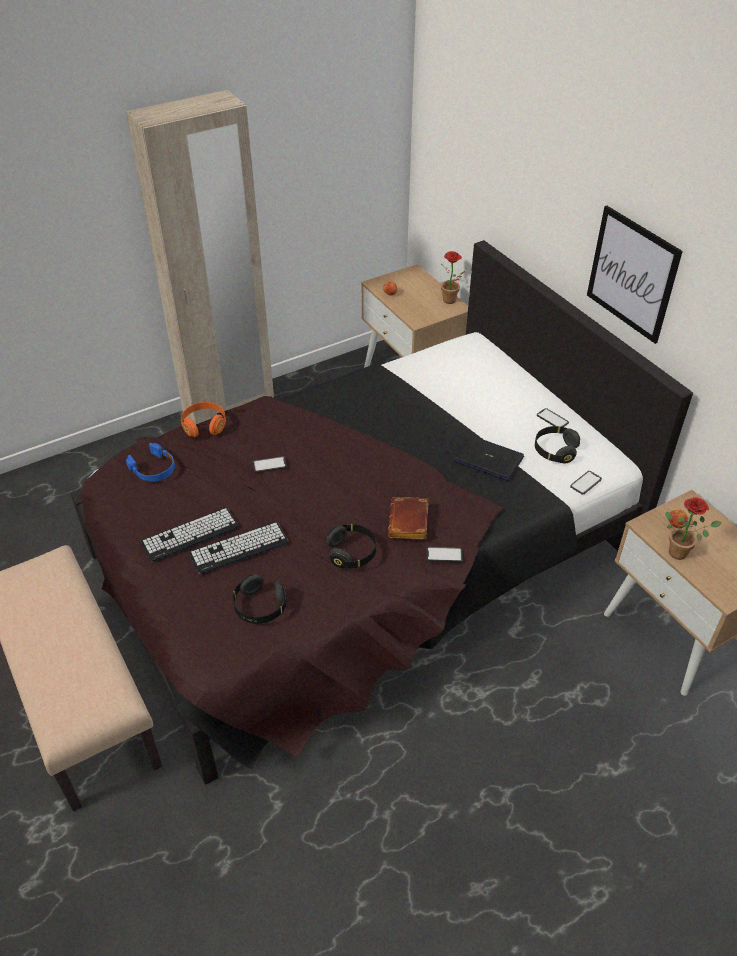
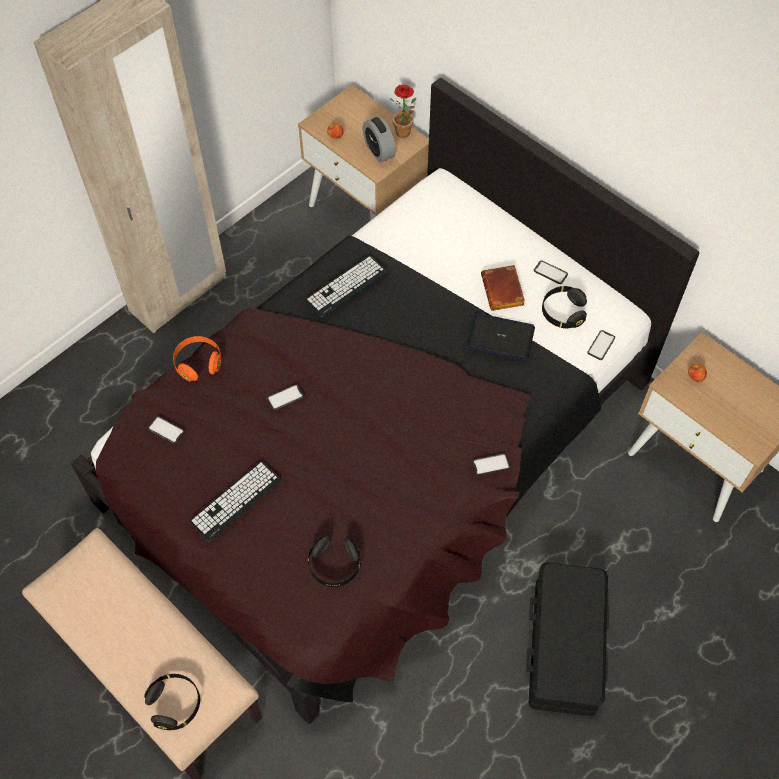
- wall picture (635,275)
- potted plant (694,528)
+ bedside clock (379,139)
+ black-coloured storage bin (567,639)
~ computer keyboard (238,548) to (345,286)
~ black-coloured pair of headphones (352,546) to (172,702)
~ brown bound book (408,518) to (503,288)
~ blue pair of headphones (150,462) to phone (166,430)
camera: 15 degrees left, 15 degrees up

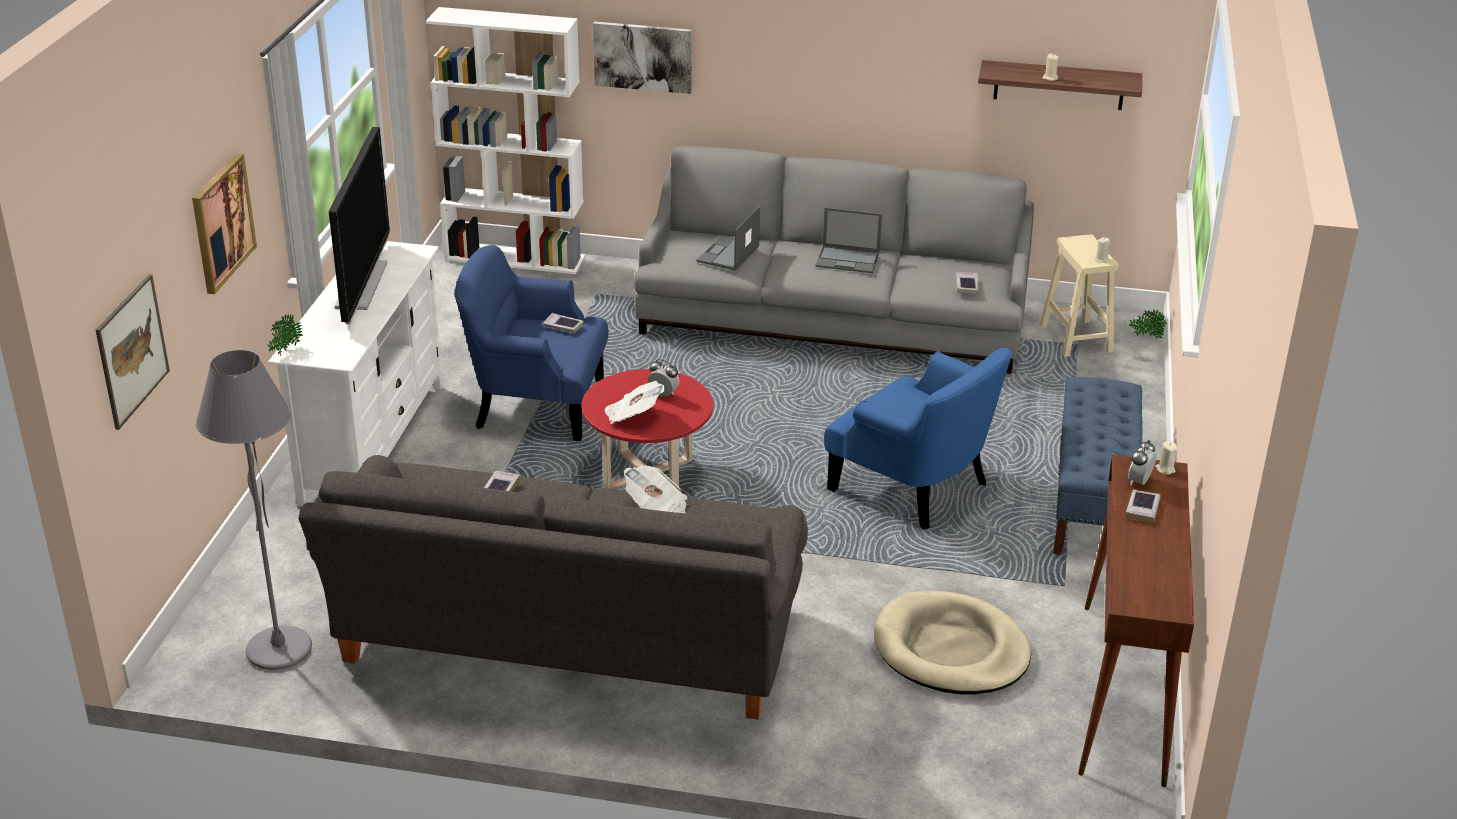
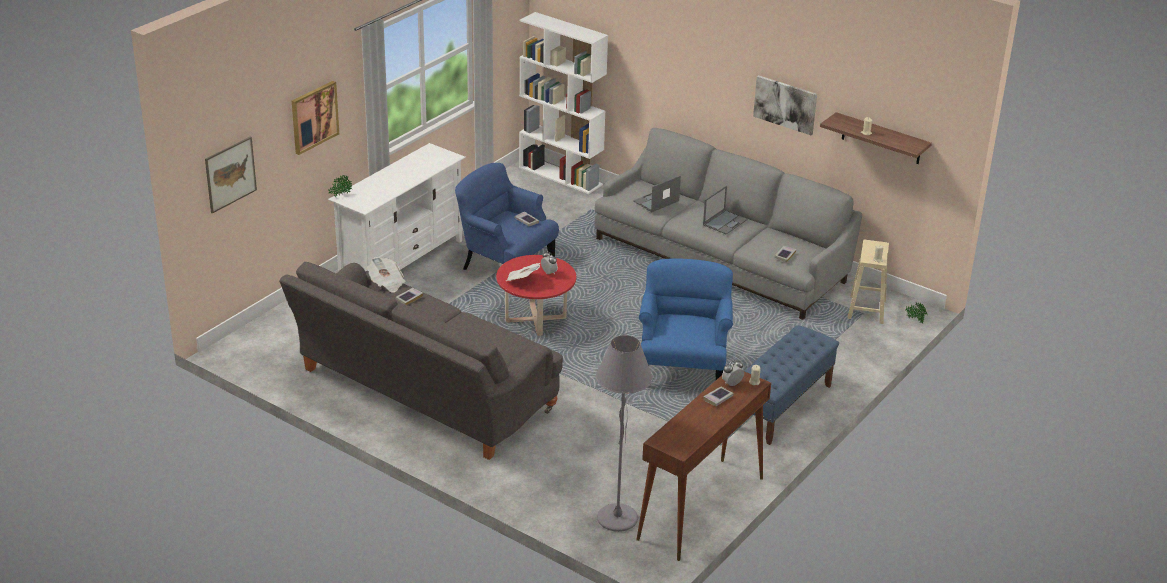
- TV (359,225)
- beige pet bed (952,643)
~ greyish floor lamp (254,510) to (624,433)
~ wall picture (642,57) to (785,105)
~ daily paper (656,489) to (386,275)
~ laptop (848,240) = (725,210) 90 degrees counterclockwise
~ blue armchair (918,439) = (686,319) 150 degrees counterclockwise
camera: 25 degrees right, 0 degrees up

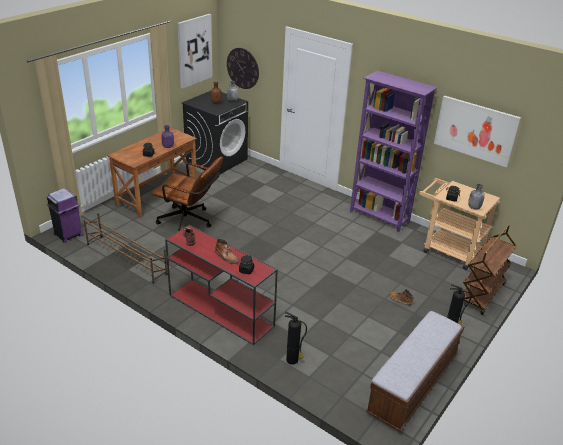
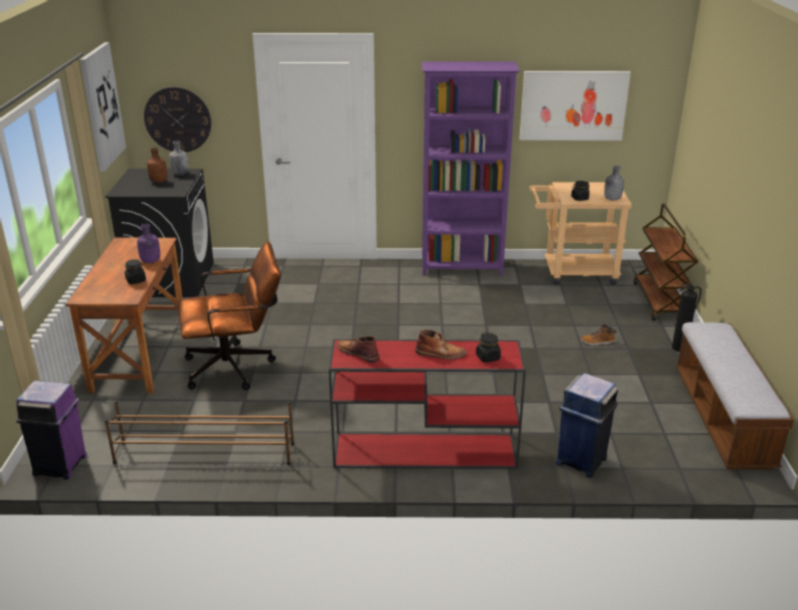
~ extinguisher (296,338) to blue rubbish bin (587,425)
camera: 35 degrees left, 5 degrees down

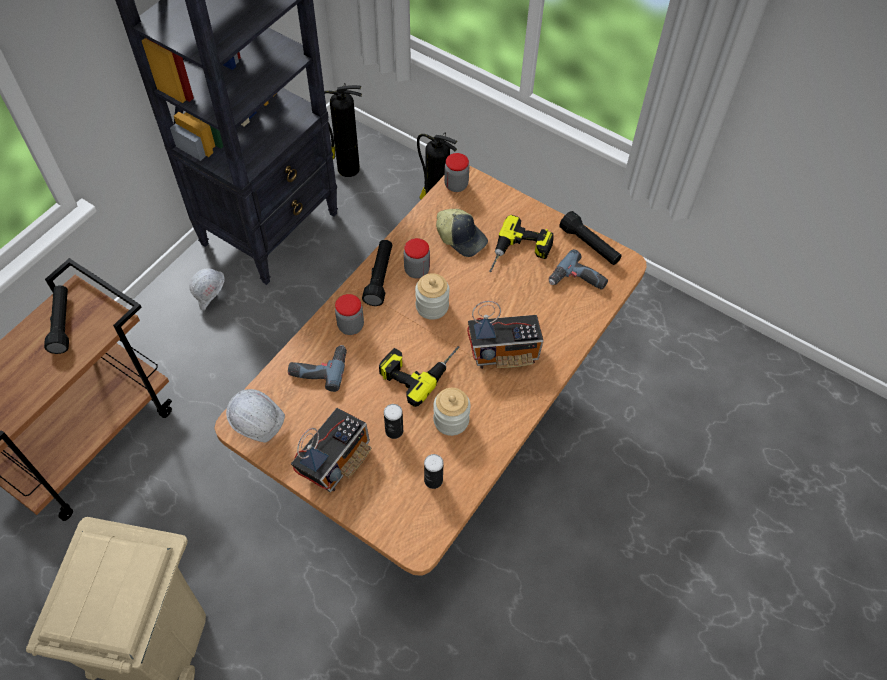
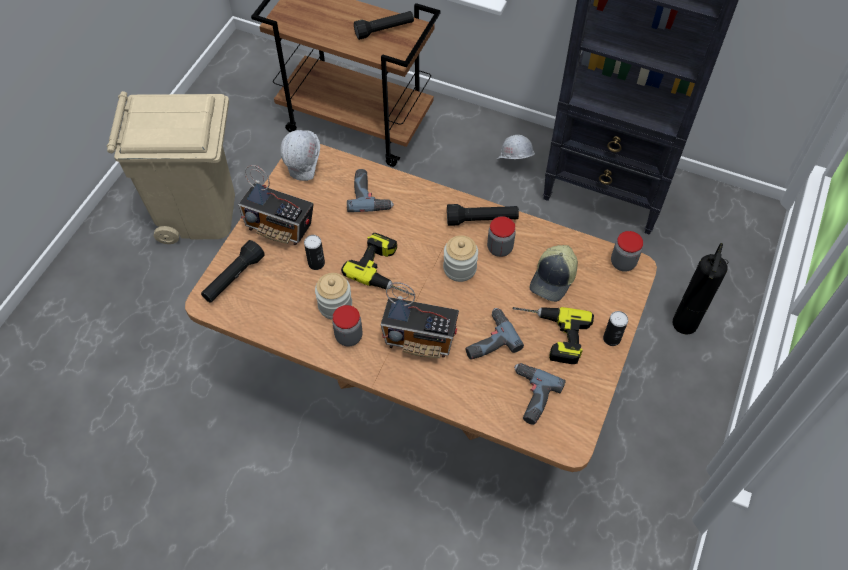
- extinguisher (343,130)
+ drill (495,334)
~ storage jar (349,314) to (347,326)
~ sealed can (433,471) to (615,328)
~ black-coloured hand torch (590,238) to (233,271)
~ radio receiver (505,335) = (420,320) 60 degrees counterclockwise
camera: 80 degrees right, 0 degrees up

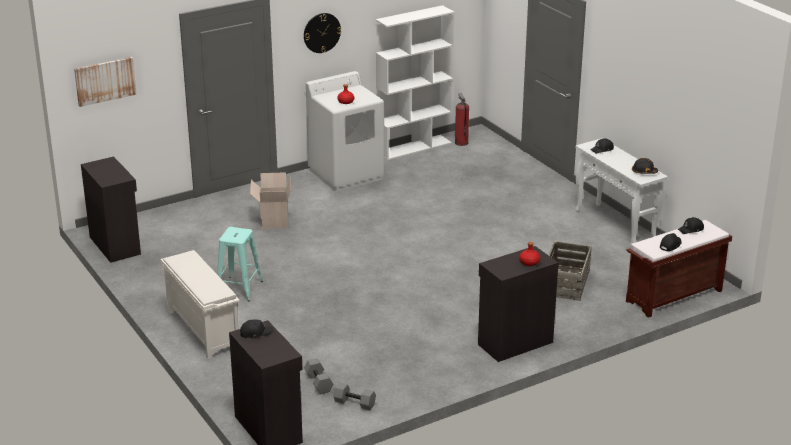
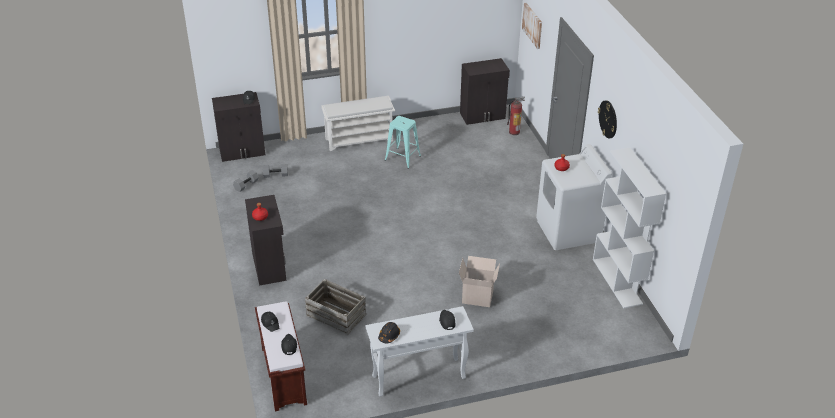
~ carton (270,200) to (479,281)
~ extinguisher (462,119) to (516,116)
camera: 105 degrees right, 10 degrees up

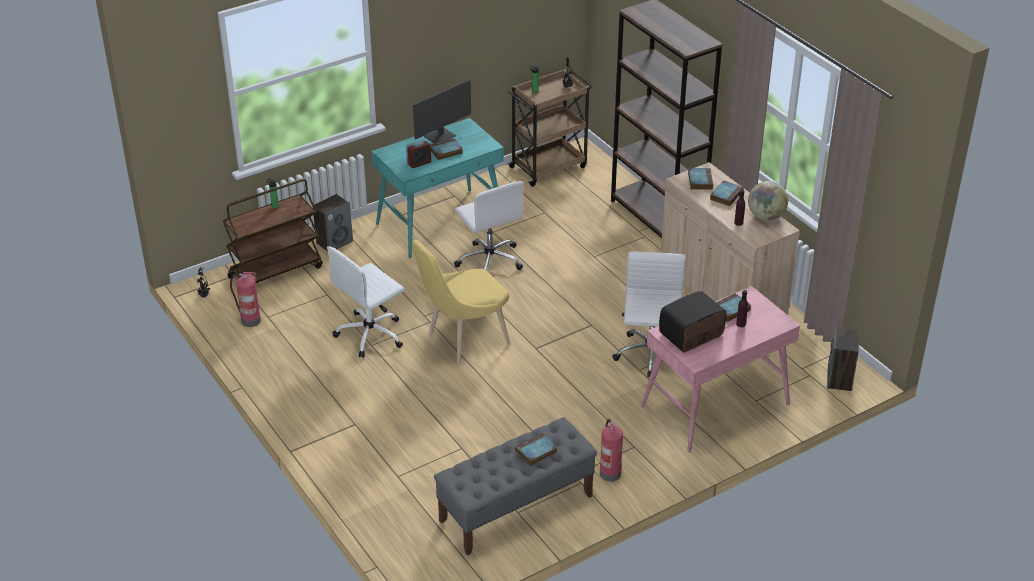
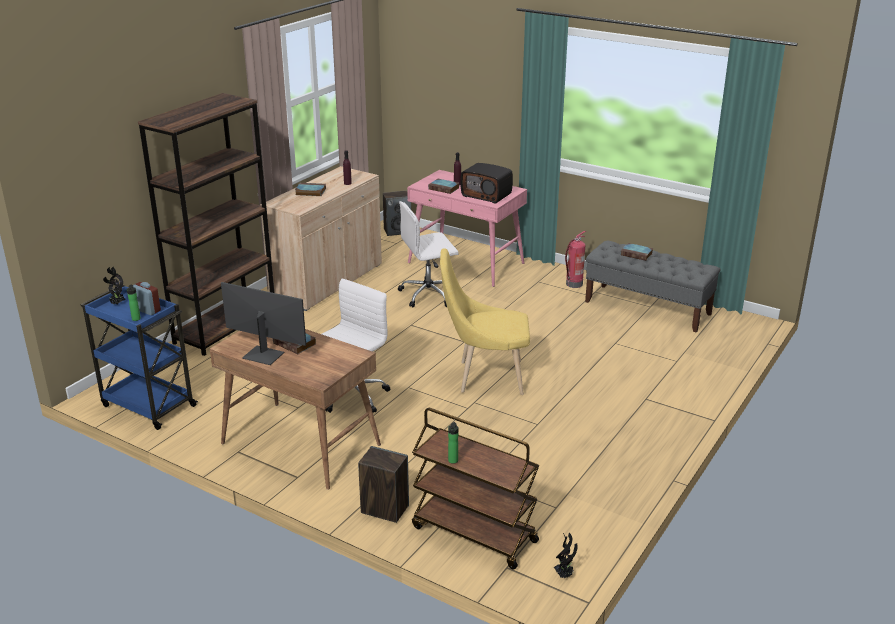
- extinguisher (245,299)
- white-coloured desk chair (366,302)
- bound book (700,178)
- globe (768,201)
~ bedside clock (418,153) to (147,298)
~ turquoise-coloured desk unit (437,188) to brown desk unit (295,409)
~ brown cart (550,128) to blue cart (139,357)
~ yellow plain chair (461,302) = (485,321) 150 degrees clockwise
camera: 115 degrees left, 10 degrees down

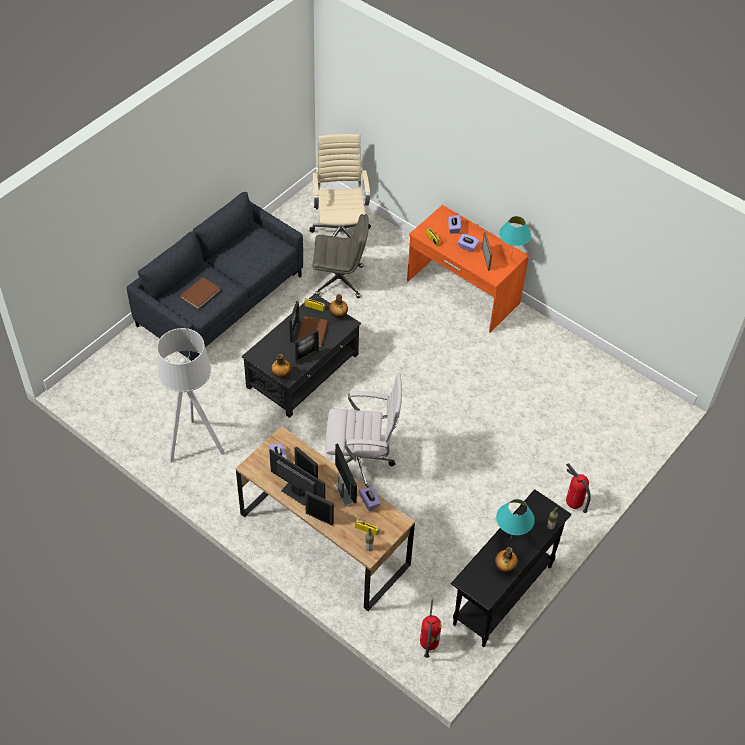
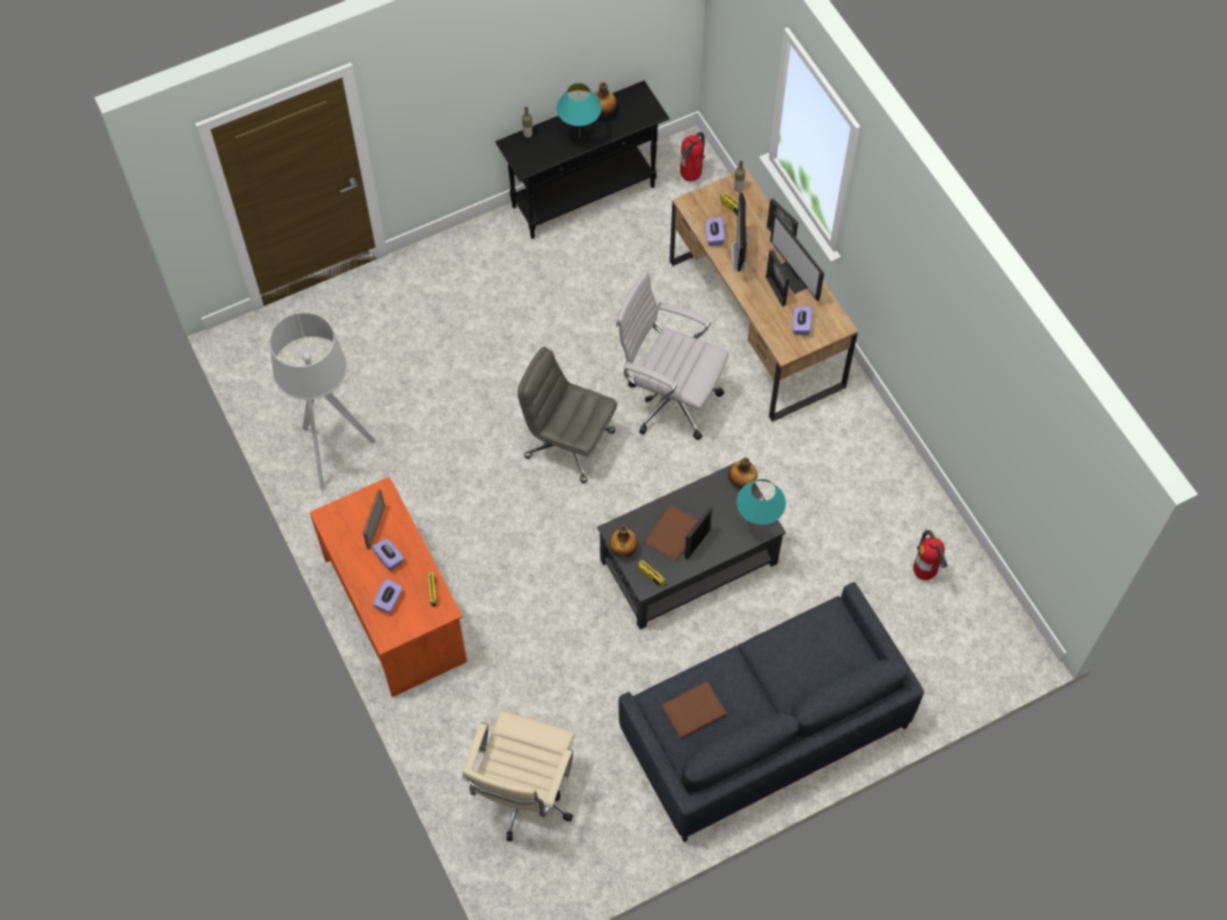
- standing frame (307,346)
~ greyish floor lamp (191,395) to (322,401)
~ brown bound book (200,293) to (694,710)
~ greyish desk chair (341,256) to (567,415)
~ turquoise-coloured tabletop lamp (515,236) to (761,502)
~ extinguisher (578,488) to (930,555)
camera: 155 degrees left, 10 degrees up

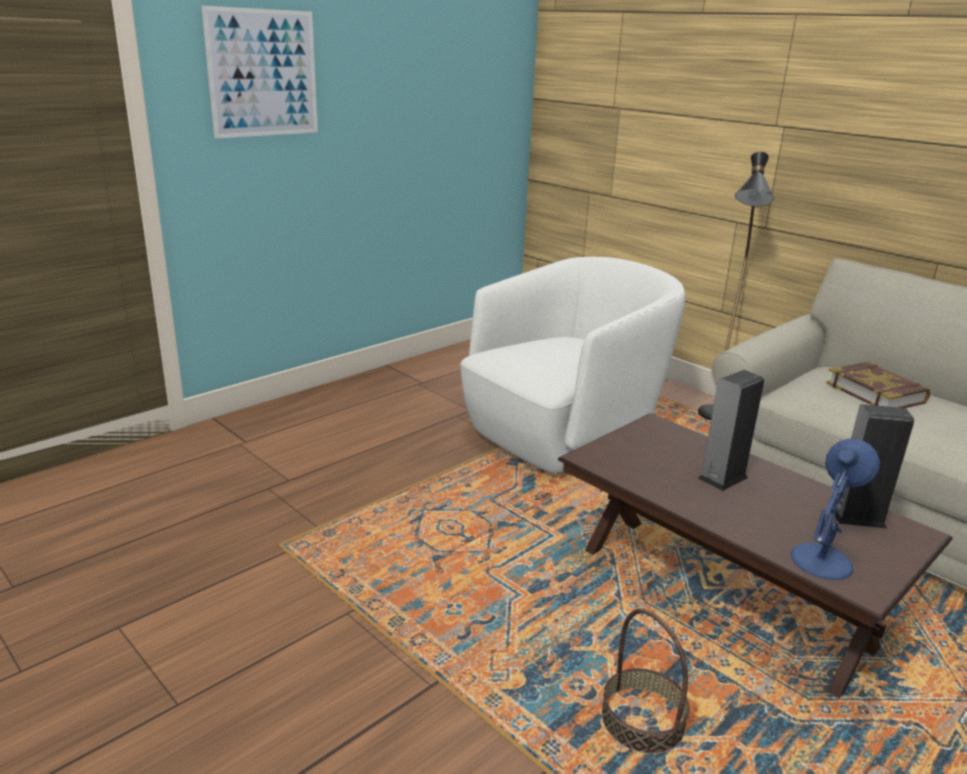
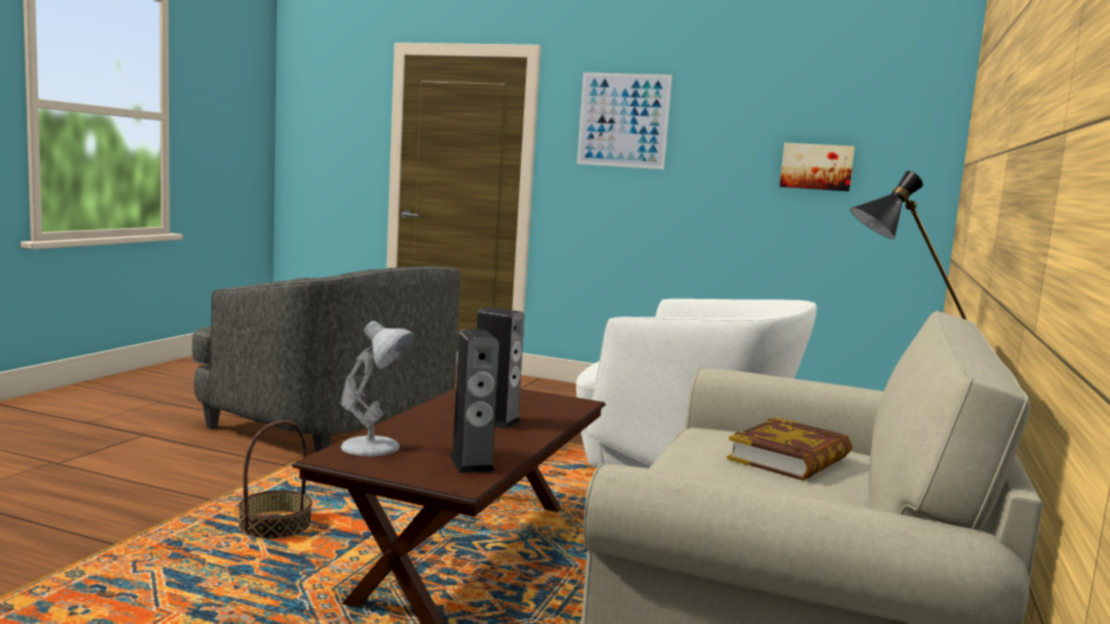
+ greyish armchair (326,359)
+ wall picture (817,167)
~ blue tabletop lamp (835,509) to white-coloured tabletop lamp (376,388)
camera: 65 degrees right, 15 degrees down

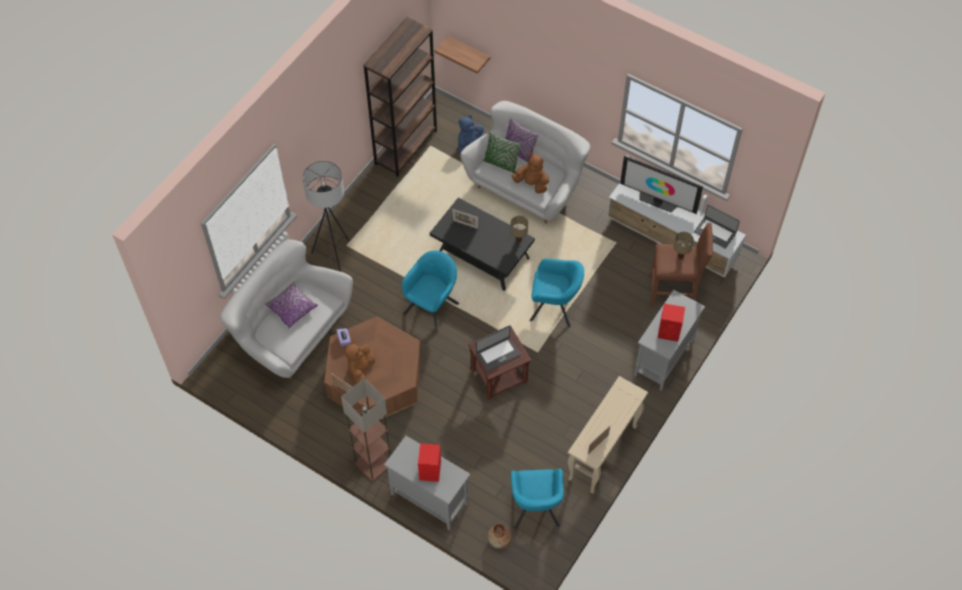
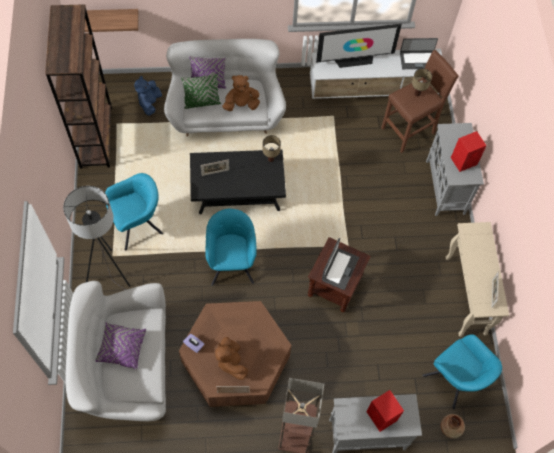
~ turquoise-coloured armchair (556,292) to (134,211)
camera: 40 degrees left, 5 degrees up

